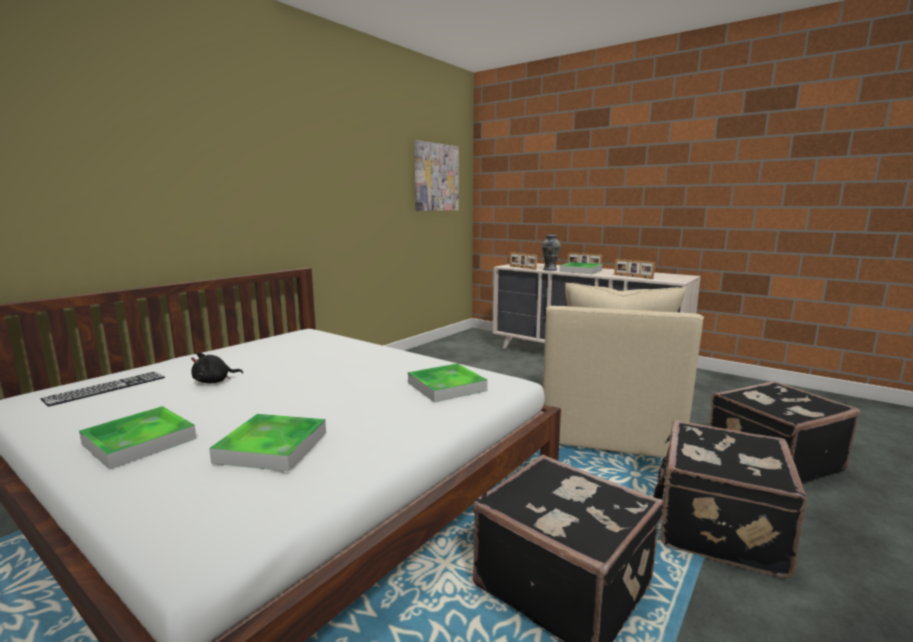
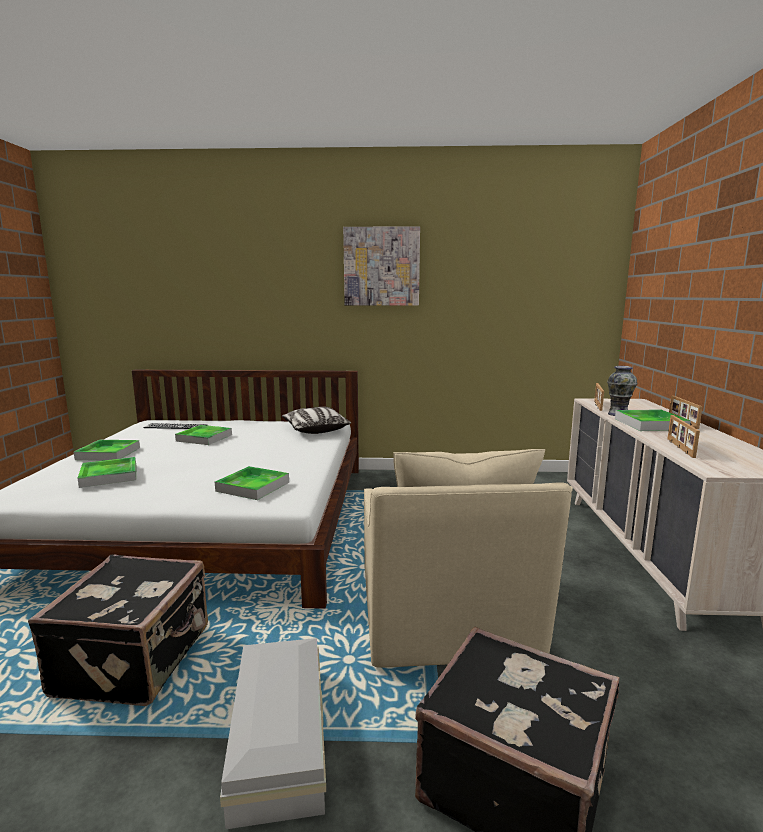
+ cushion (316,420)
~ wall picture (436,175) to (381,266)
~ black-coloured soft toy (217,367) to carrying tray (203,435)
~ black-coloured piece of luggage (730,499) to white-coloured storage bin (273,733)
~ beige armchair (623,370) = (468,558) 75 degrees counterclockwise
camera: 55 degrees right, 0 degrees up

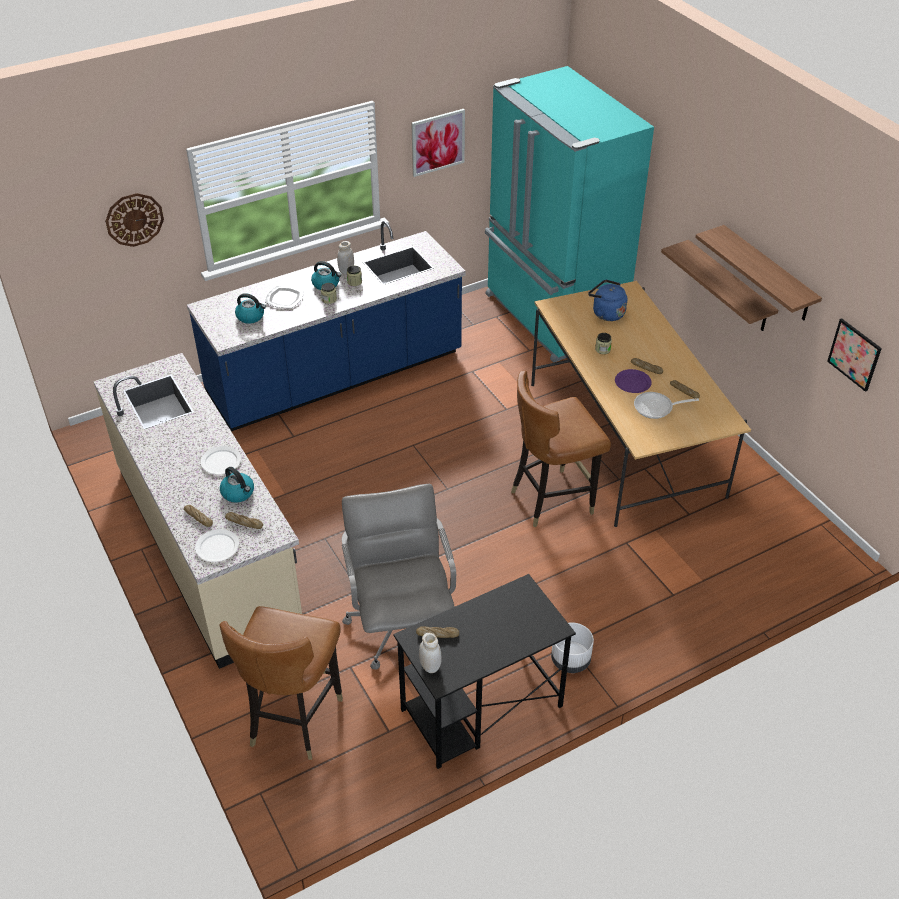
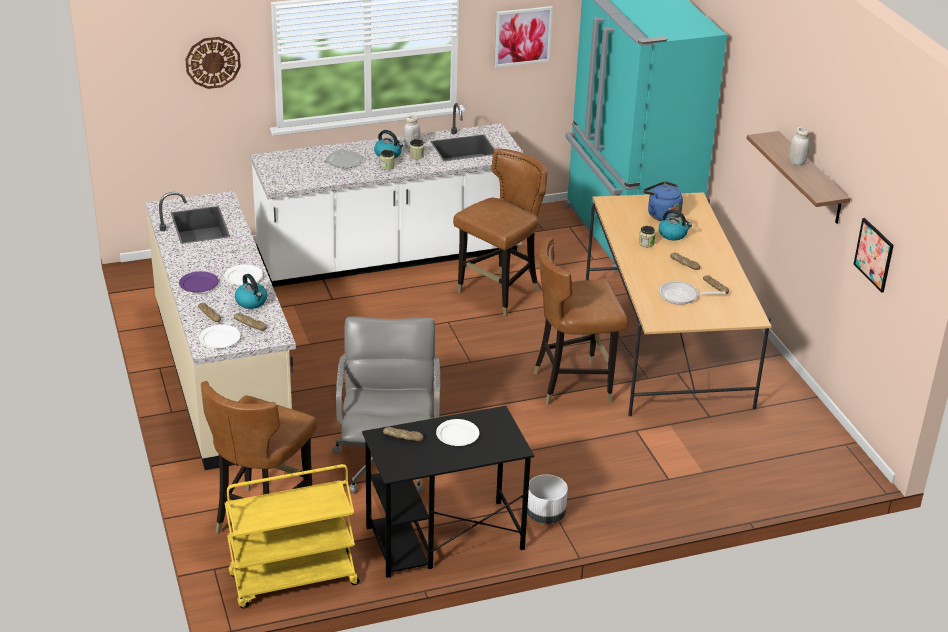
- wall shelf (719,285)
+ yellow cart (292,536)
+ white-coloured dinner plate (457,432)
+ brown plain chair (500,232)
~ tea kettle (250,308) to (675,224)
~ white-coloured storage jar (430,653) to (799,146)
~ purple dinner plate (633,381) to (198,281)
~ blue kitchen base unit (326,326) to white-coloured kitchen base unit (387,195)
camera: 10 degrees right, 10 degrees down

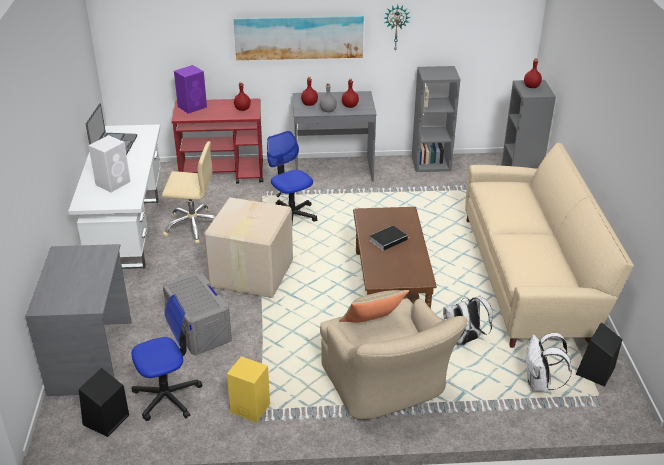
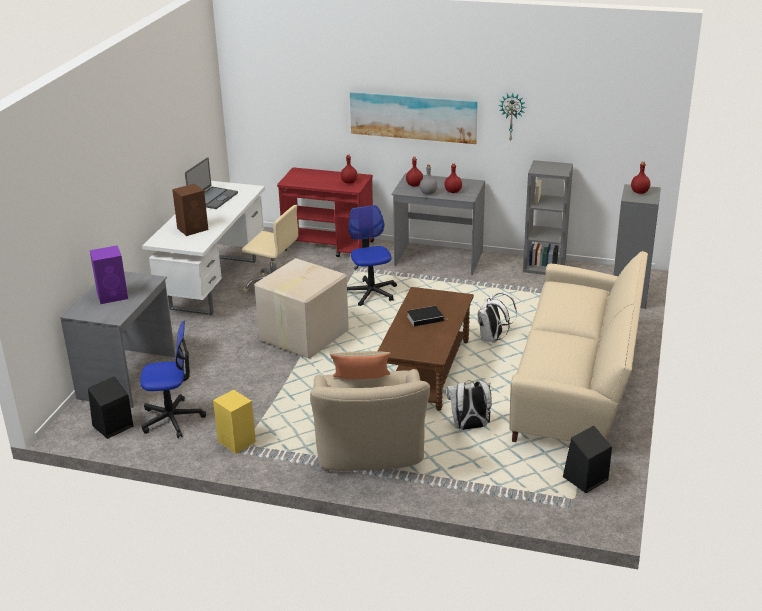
- greyish storage bin (197,313)
~ purple loudspeaker (190,89) to (109,274)
~ white-coloured knapsack (548,362) to (497,317)
~ white-coloured loudspeaker (109,164) to brown loudspeaker (190,209)
camera: 20 degrees right, 5 degrees down

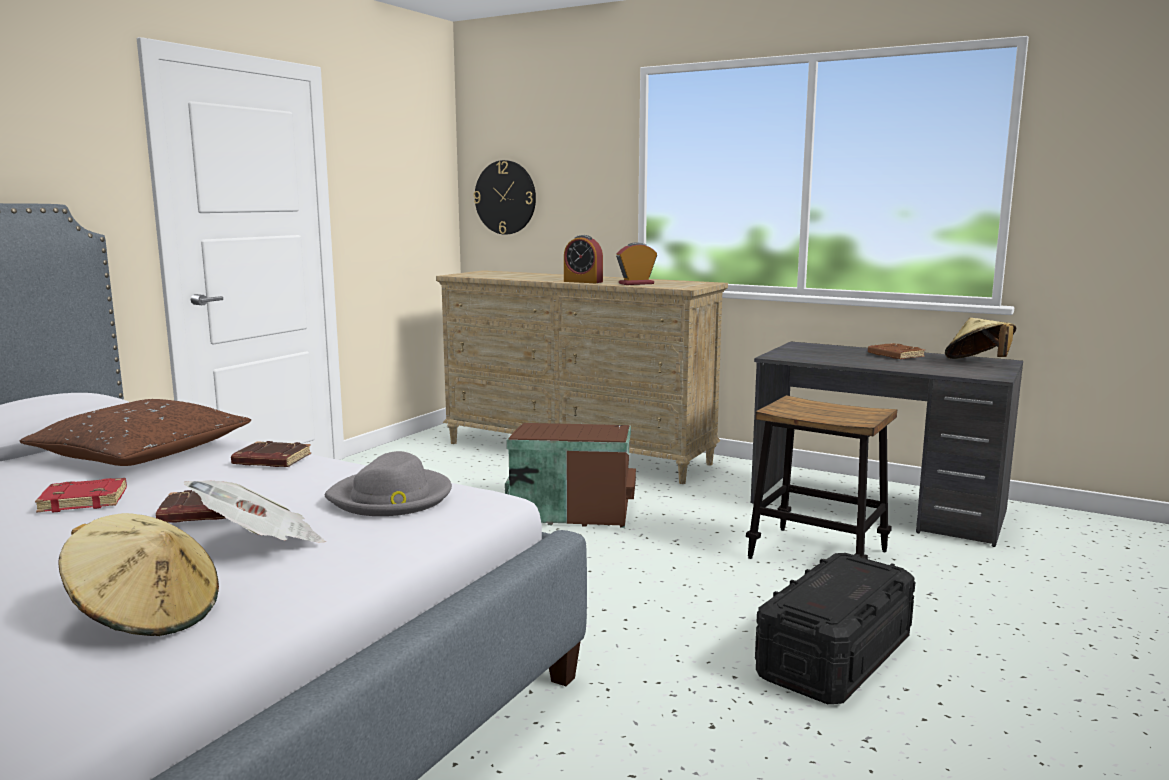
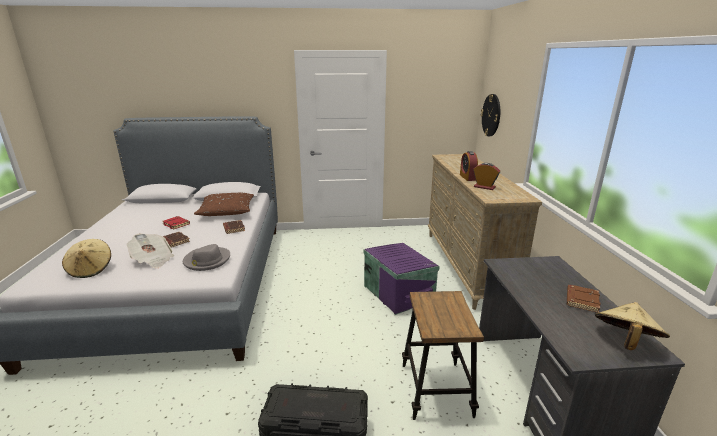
~ brown storage bin (570,475) to purple storage bin (401,279)
camera: 55 degrees right, 10 degrees up

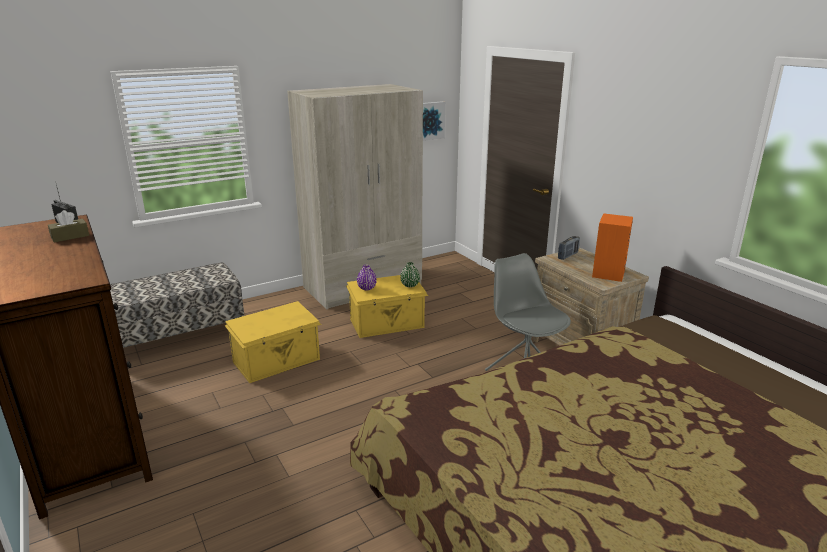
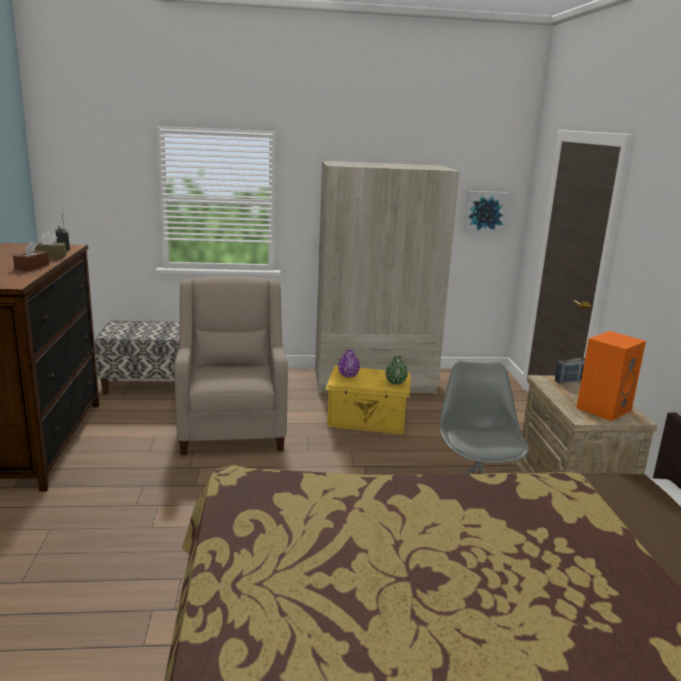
+ brown box of tissues (31,256)
~ yellow storage bin (273,342) to beige armchair (231,365)
camera: 25 degrees right, 5 degrees down

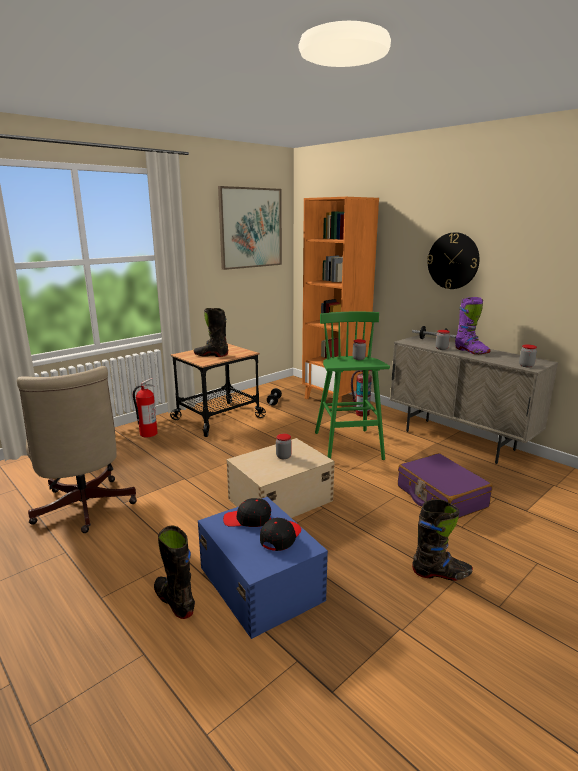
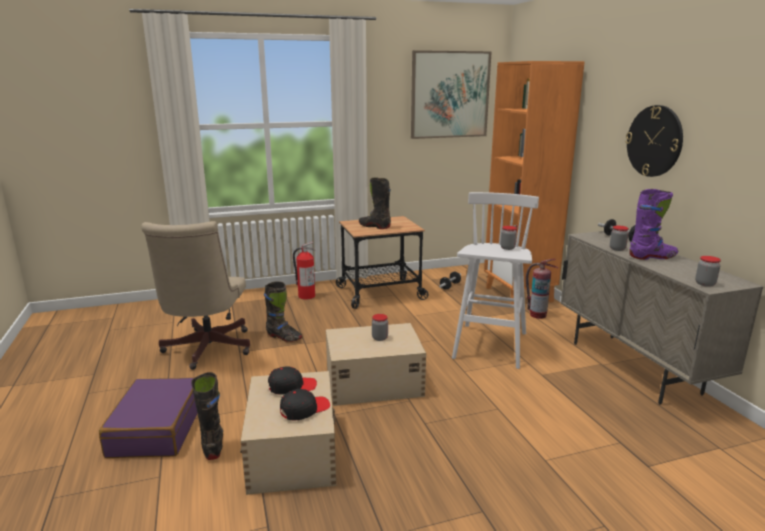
~ purple piece of luggage (445,485) to (148,417)
~ black-coloured tall boot (442,540) to (283,311)
~ blue storage bin (263,568) to beige storage bin (288,433)
~ greenish stool seat (352,386) to white-coloured stool seat (495,280)
~ black-coloured cap (247,512) = (292,380) 135 degrees clockwise
~ purple tall boot (472,325) = (654,224) 90 degrees counterclockwise
camera: 25 degrees right, 0 degrees up

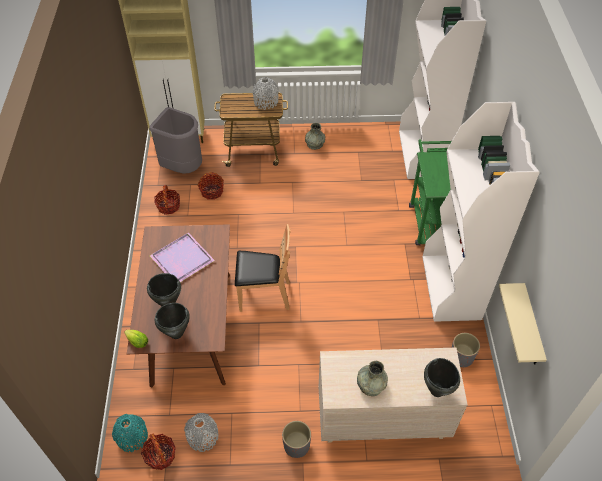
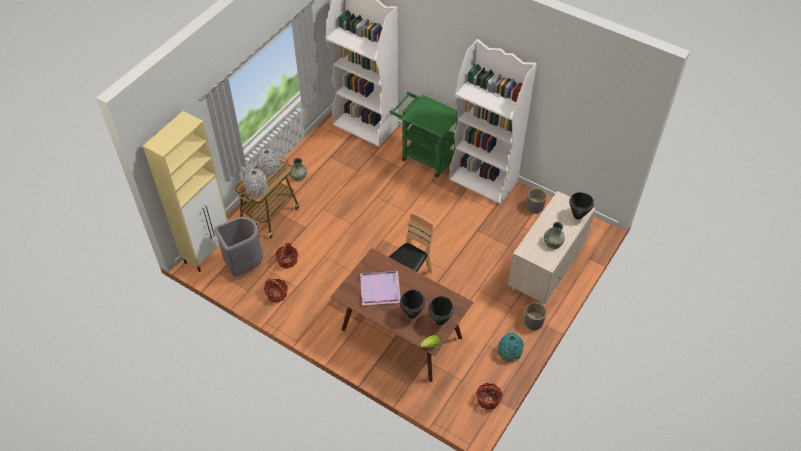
- beige wall shelf (523,324)
~ turquoise-coloured vase (130,433) to (511,347)
~ greyish vase (201,432) to (256,182)
camera: 55 degrees left, 0 degrees up

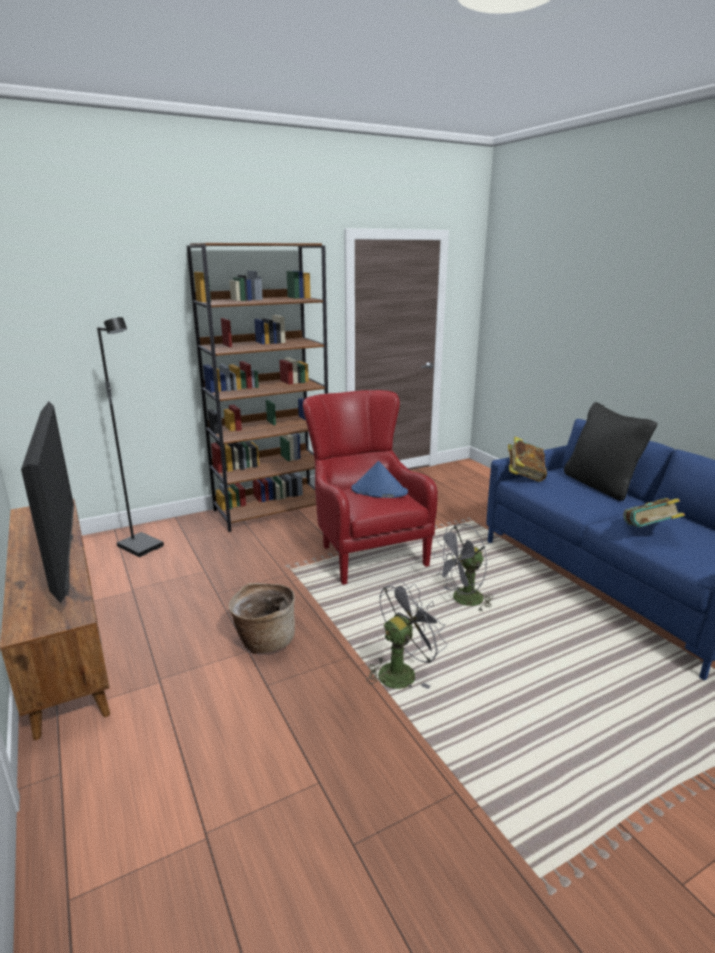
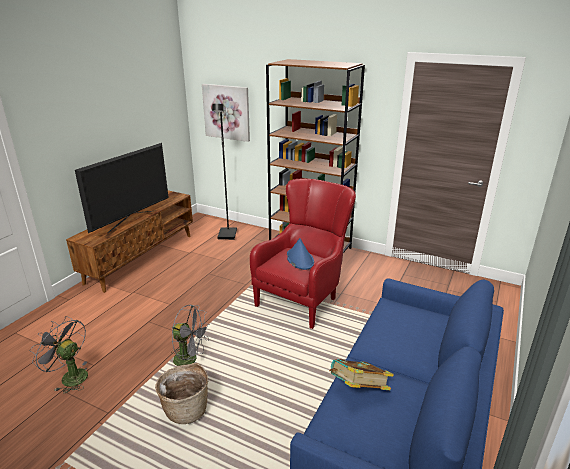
- bound book (527,459)
- black-coloured cushion (610,451)
+ wall picture (226,113)
~ storage basket (261,618) to (181,393)
~ greyish cooling fan (463,568) to (59,354)
camera: 55 degrees right, 5 degrees up

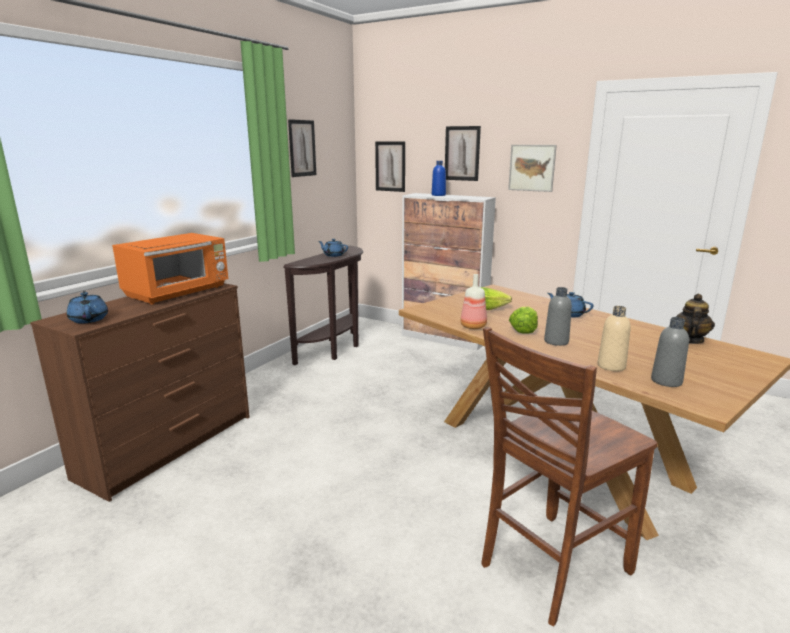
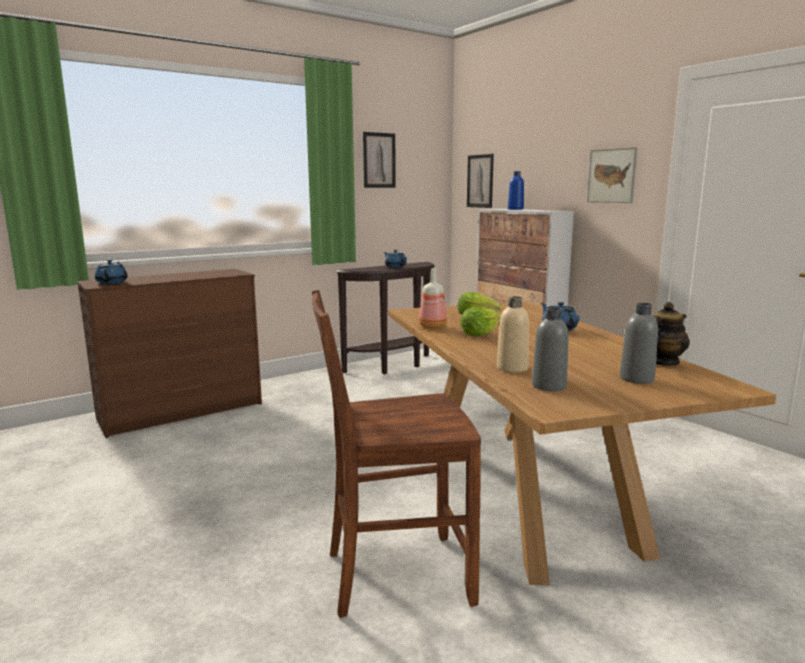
- orange-coloured kitchen microwave (170,269)
- wall picture (463,153)
~ greyish drink bottle (558,316) to (639,343)
camera: 25 degrees right, 5 degrees down

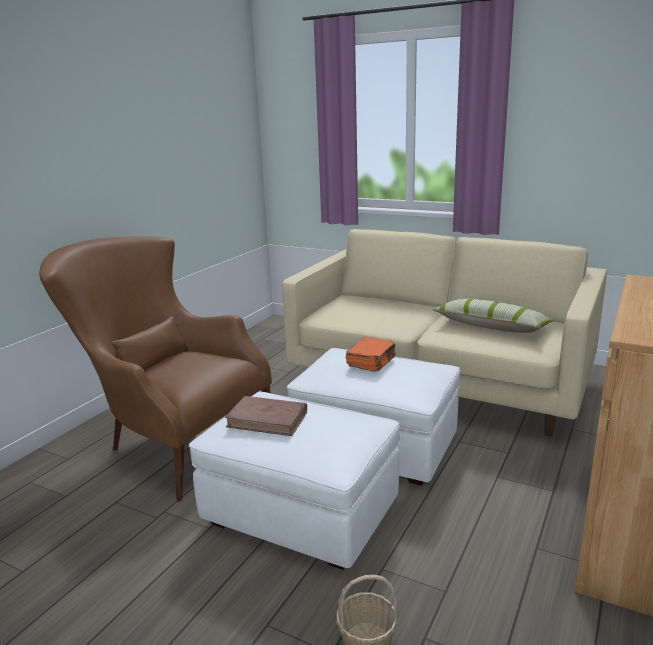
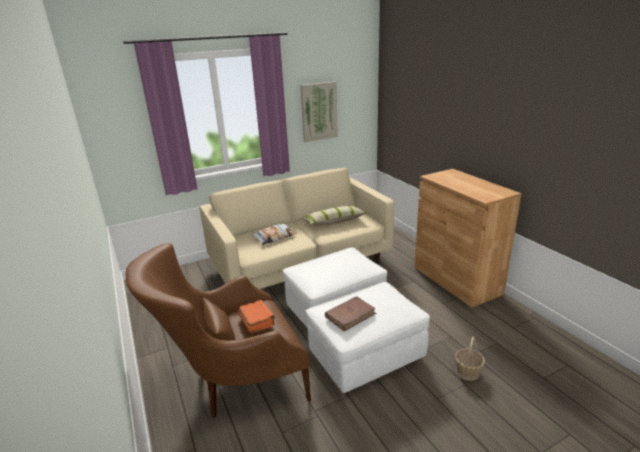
+ cushion (274,234)
+ wall picture (319,111)
~ orange-coloured bound book (371,354) to (256,316)
camera: 55 degrees left, 5 degrees up

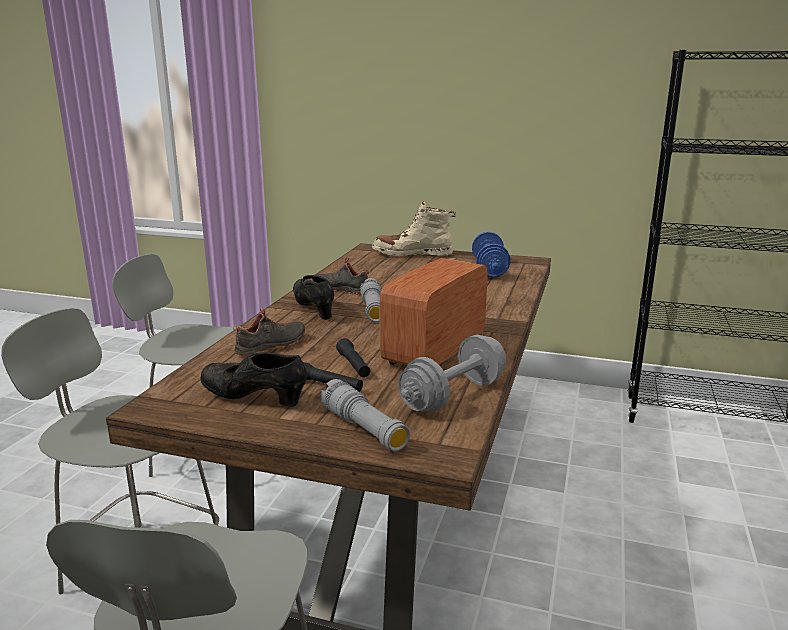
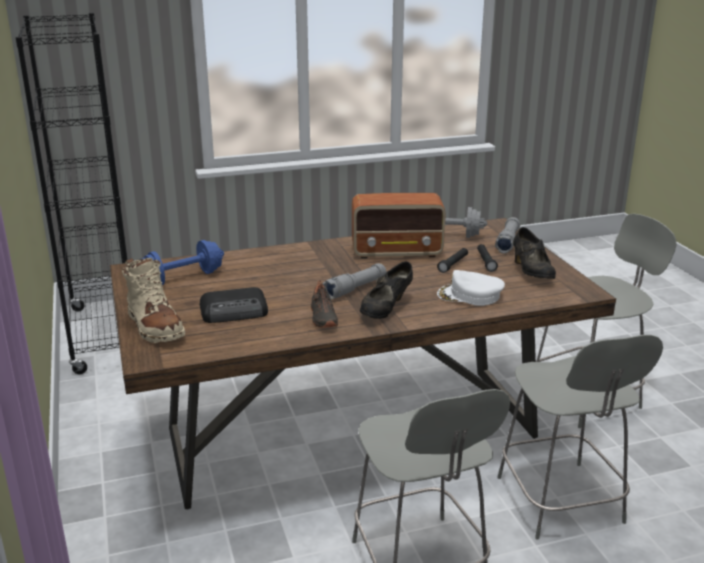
+ radio receiver (233,305)
~ black-coloured item of footwear (269,332) to white-coloured cap (471,288)
camera: 125 degrees left, 5 degrees up

